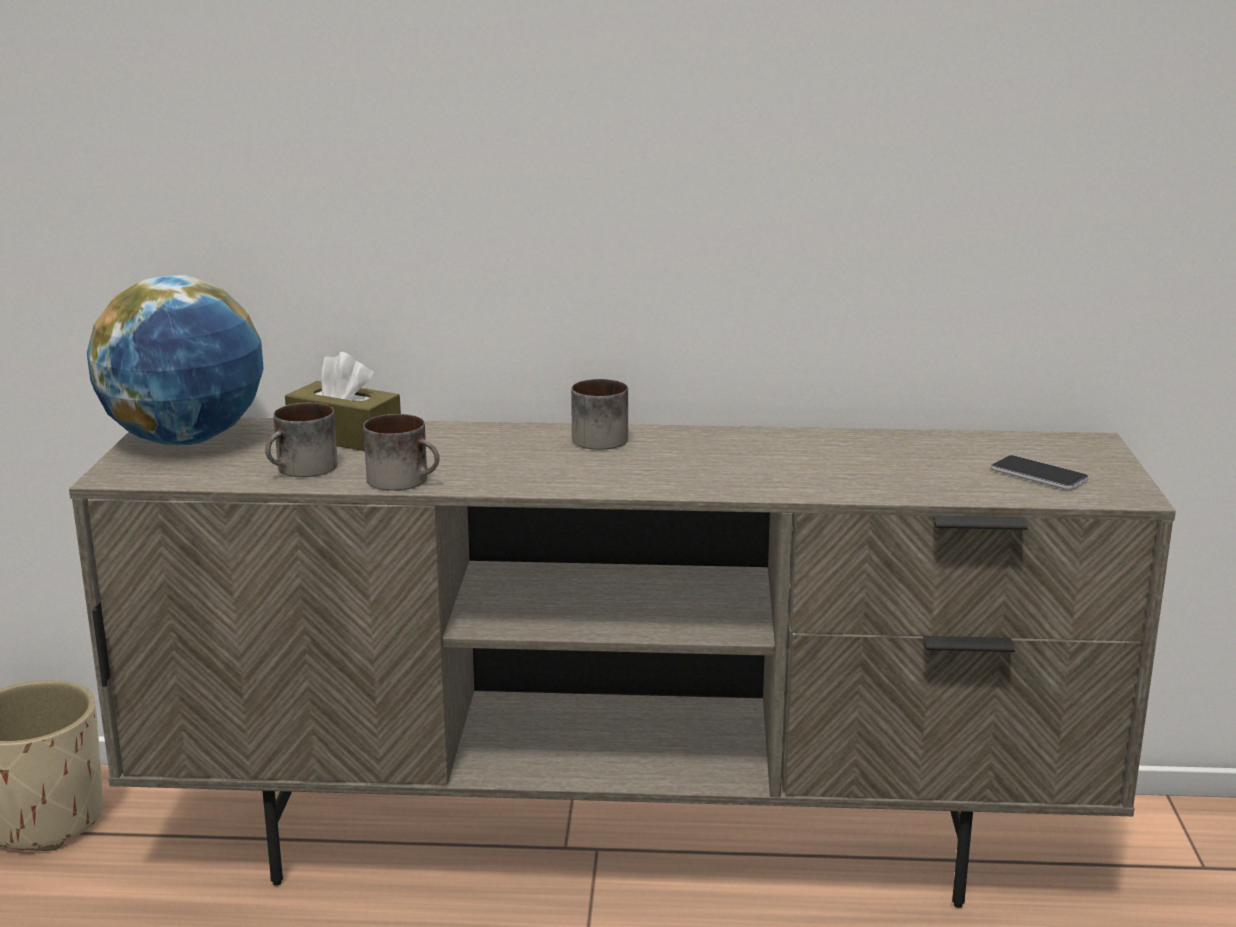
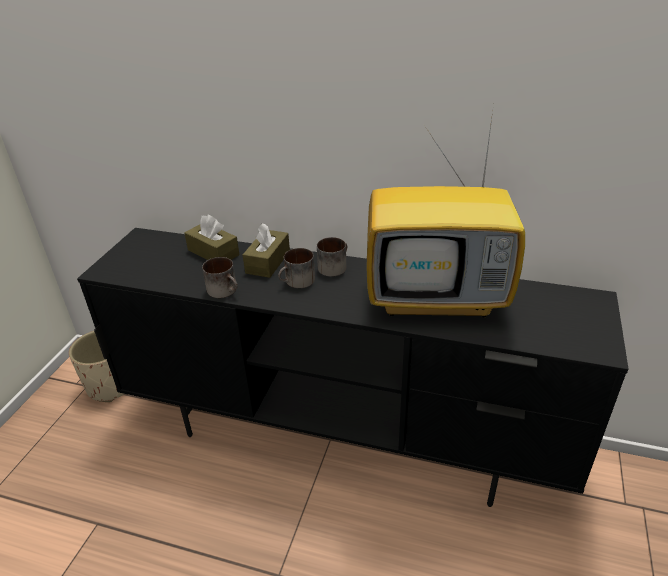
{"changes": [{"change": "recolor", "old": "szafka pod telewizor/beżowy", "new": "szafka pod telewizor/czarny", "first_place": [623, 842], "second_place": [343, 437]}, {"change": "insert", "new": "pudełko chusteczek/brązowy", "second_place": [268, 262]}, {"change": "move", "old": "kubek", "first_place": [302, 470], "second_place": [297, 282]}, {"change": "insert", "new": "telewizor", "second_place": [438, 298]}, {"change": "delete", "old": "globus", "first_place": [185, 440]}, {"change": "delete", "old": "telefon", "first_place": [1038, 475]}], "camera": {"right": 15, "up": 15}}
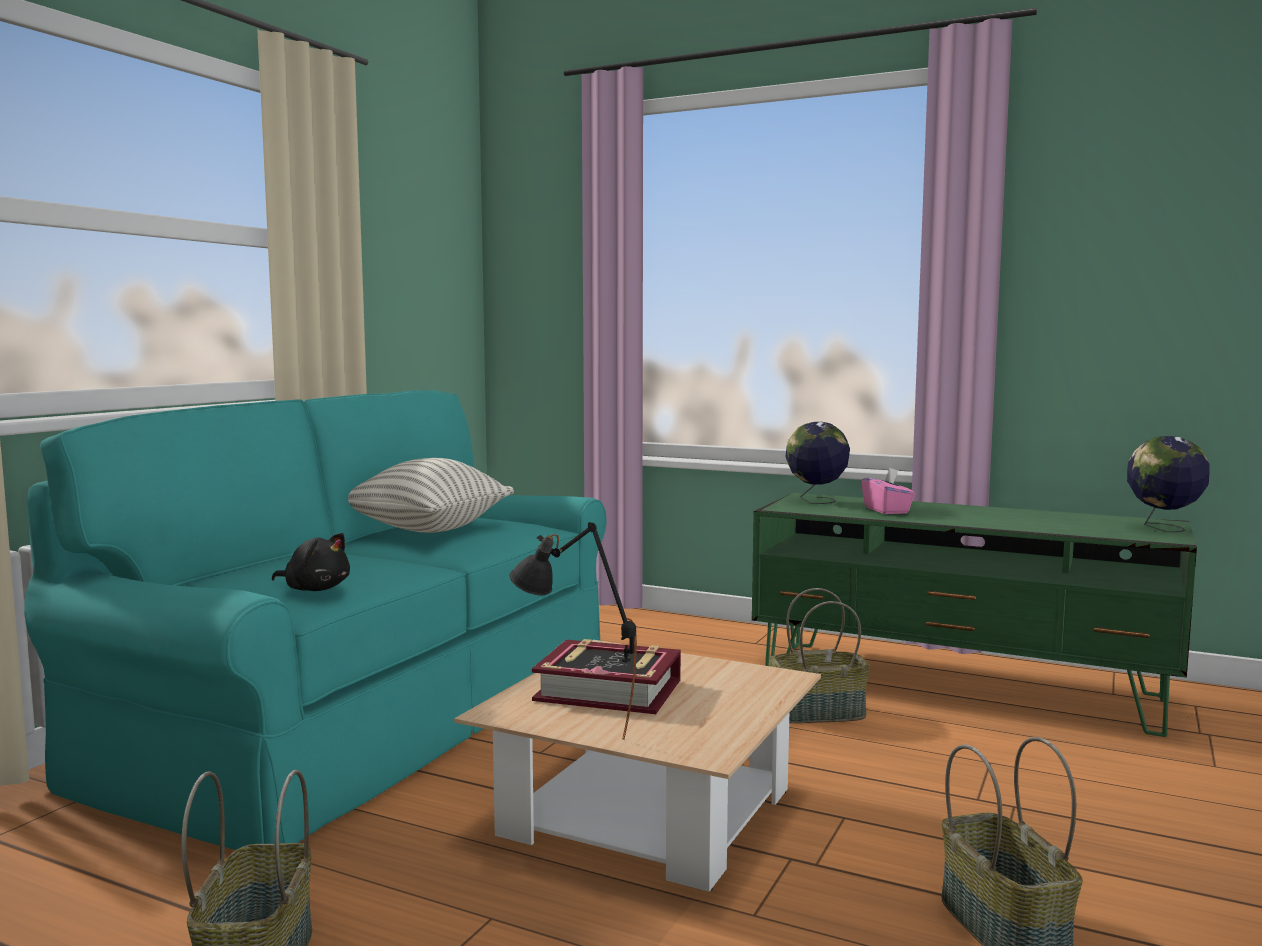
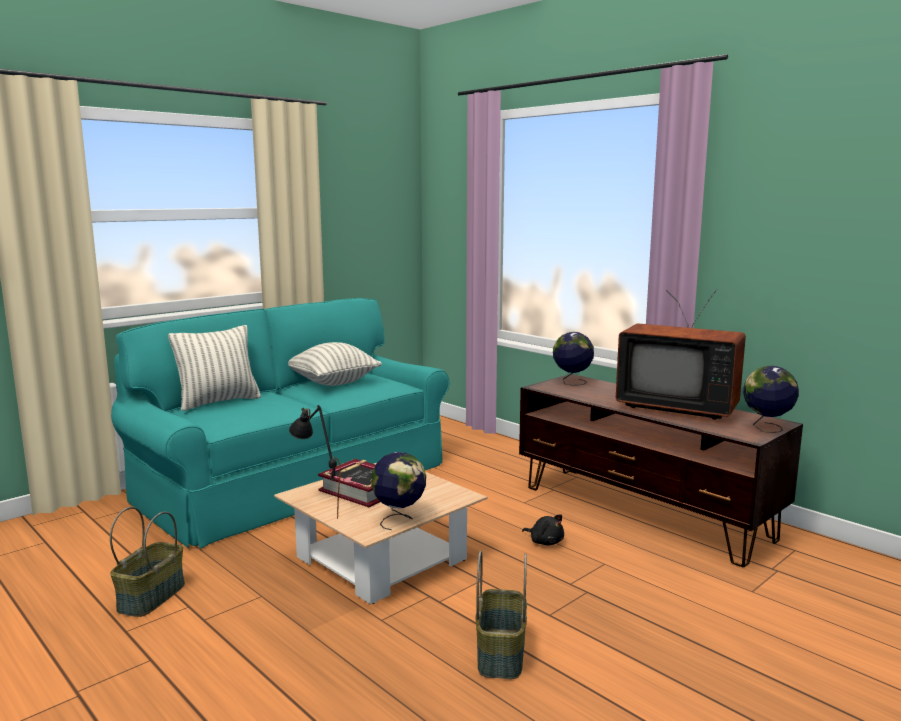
{"changes": [{"change": "insert", "new": "poduszka", "second_place": [218, 402]}, {"change": "insert", "new": "globus", "second_place": [399, 520]}, {"change": "recolor", "old": "szafka pod telewizor/zielony", "new": "szafka pod telewizor/brązowy", "first_place": [958, 686], "second_place": [643, 512]}, {"change": "move", "old": "pluszak/czarny", "first_place": [315, 589], "second_place": [545, 542]}, {"change": "insert", "new": "telewizor", "second_place": [677, 406]}, {"change": "delete", "old": "koszyk", "first_place": [817, 714]}, {"change": "delete", "old": "pudełko chusteczek/różowy", "first_place": [887, 510]}], "camera": {"right": 20, "up": 5}}
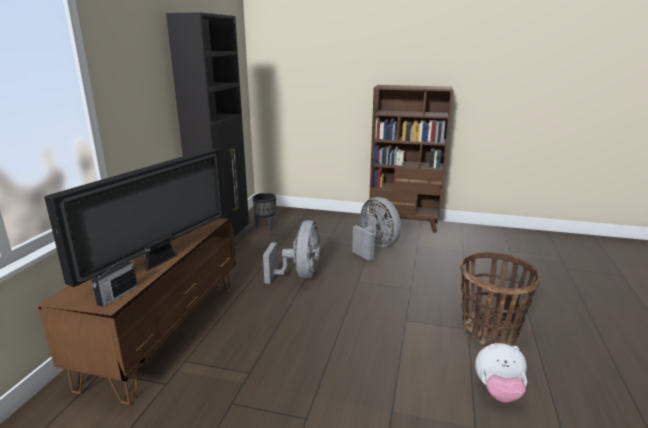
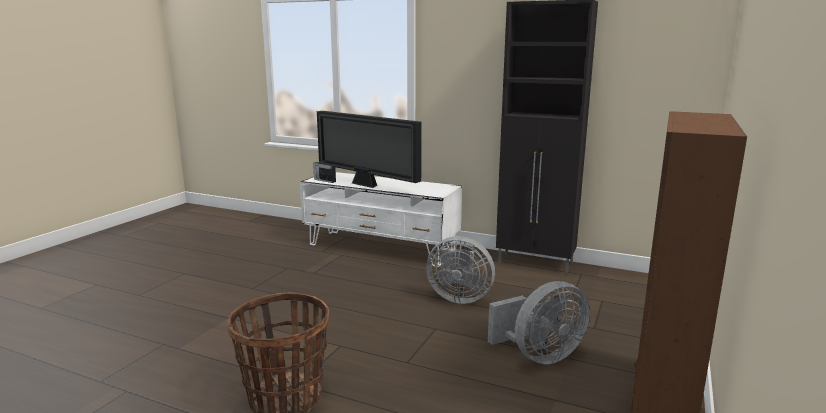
{"changes": [{"change": "recolor", "old": "szafka pod telewizor/brązowy", "new": "szafka pod telewizor/biały", "first_place": [166, 332], "second_place": [381, 248]}, {"change": "delete", "old": "donica/czarny", "first_place": [266, 227]}, {"change": "delete", "old": "pluszak", "first_place": [498, 392]}], "camera": {"right": 100, "up": -5}}
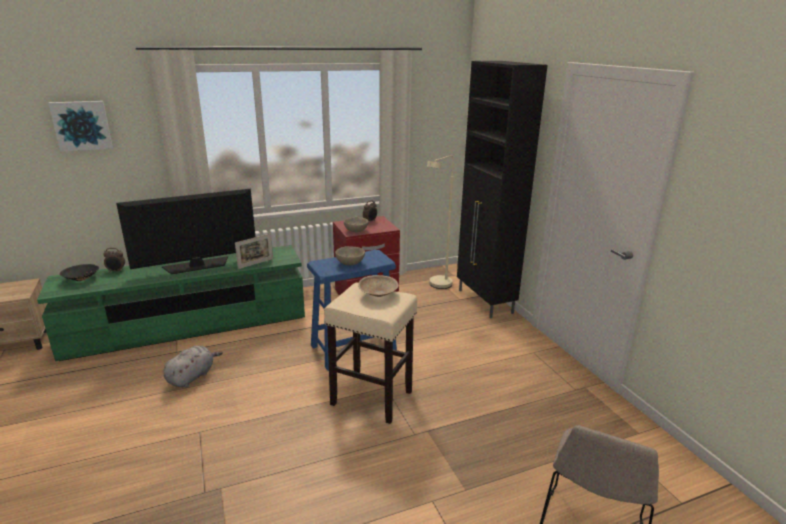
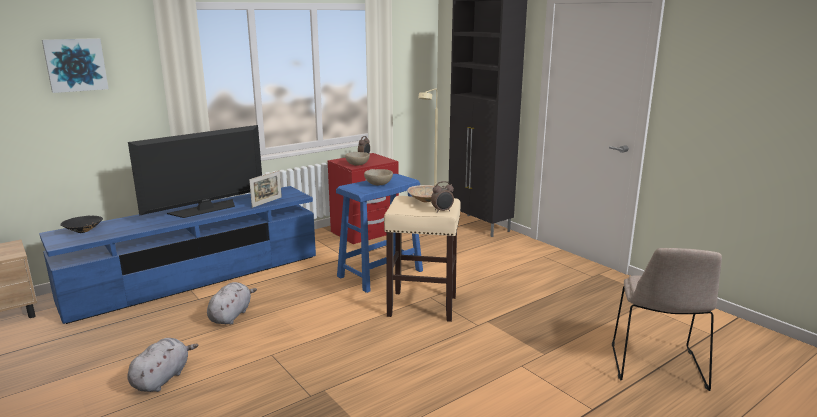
{"changes": [{"change": "recolor", "old": "szafka pod telewizor/zielony", "new": "szafka pod telewizor/niebieski", "first_place": [189, 326], "second_place": [196, 278]}, {"change": "insert", "new": "pluszak/szary", "second_place": [162, 378]}, {"change": "move", "old": "budzik", "first_place": [116, 271], "second_place": [442, 211]}], "camera": {"right": -15, "up": -5}}
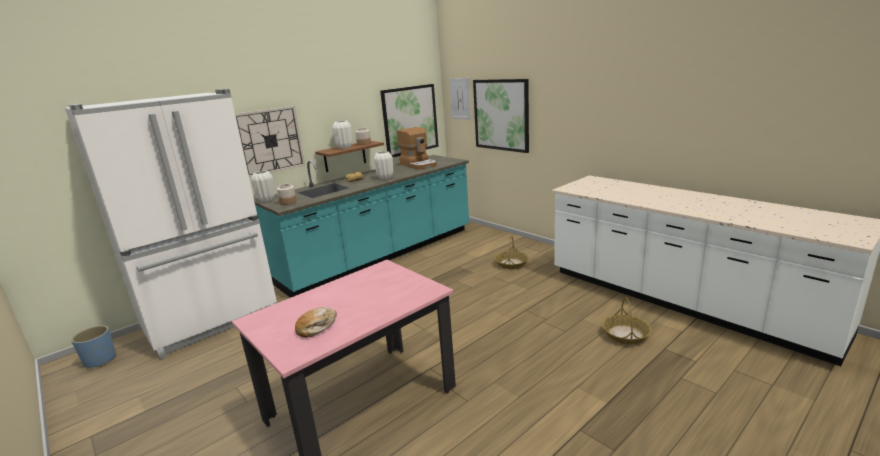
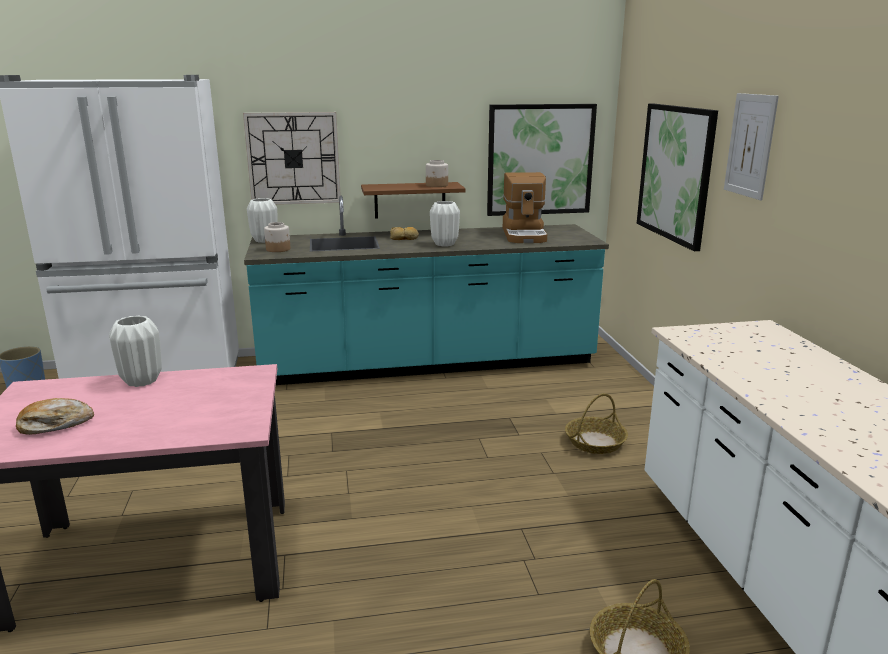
{"changes": [{"change": "move", "old": "wazon/biały", "first_place": [345, 147], "second_place": [142, 381]}, {"change": "move", "old": "obraz", "first_place": [460, 98], "second_place": [750, 145]}], "camera": {"right": 30, "up": 0}}
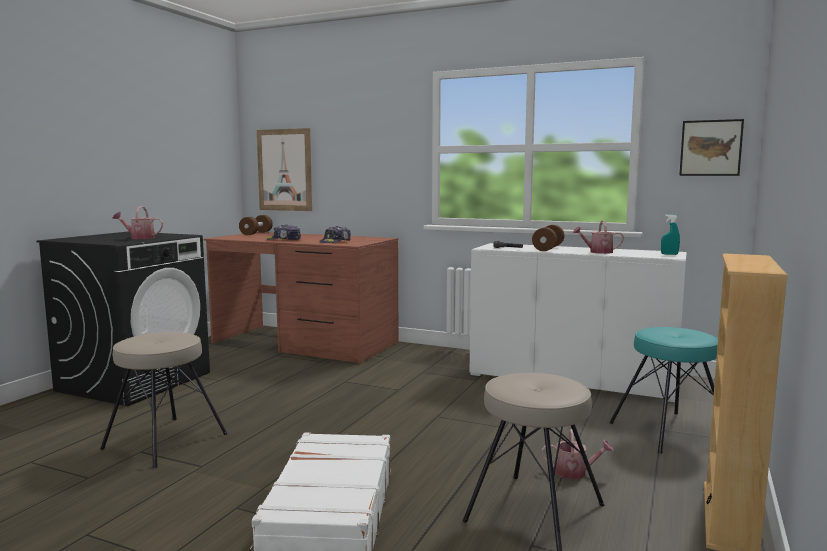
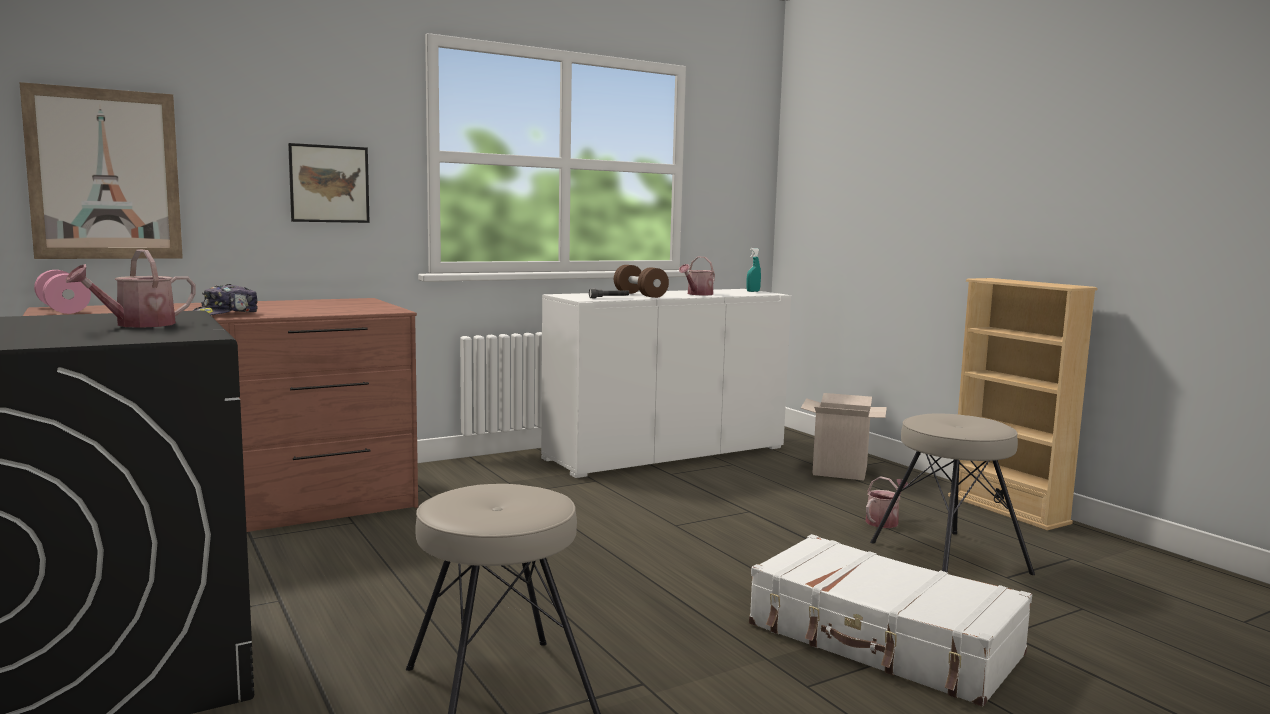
{"changes": [{"change": "recolor", "old": "hantel/brązowy", "new": "hantel/różowy", "first_place": [256, 233], "second_place": [63, 310]}, {"change": "move", "old": "obraz", "first_place": [710, 148], "second_place": [329, 184]}, {"change": "replace", "old": "stołek/turkusowy", "new": "karton", "first_place": [669, 432], "second_place": [840, 470]}, {"change": "delete", "old": "czapka z daszkiem", "first_place": [335, 242]}], "camera": {"right": -55, "up": 0}}
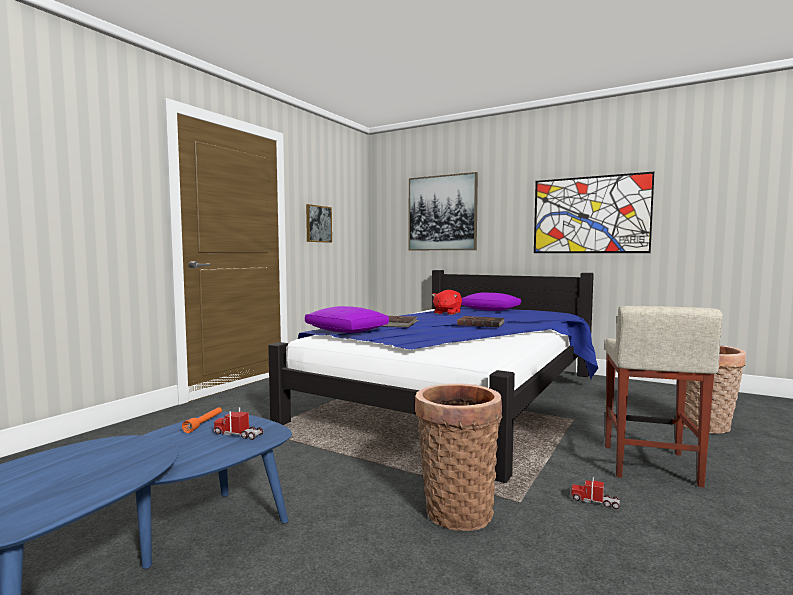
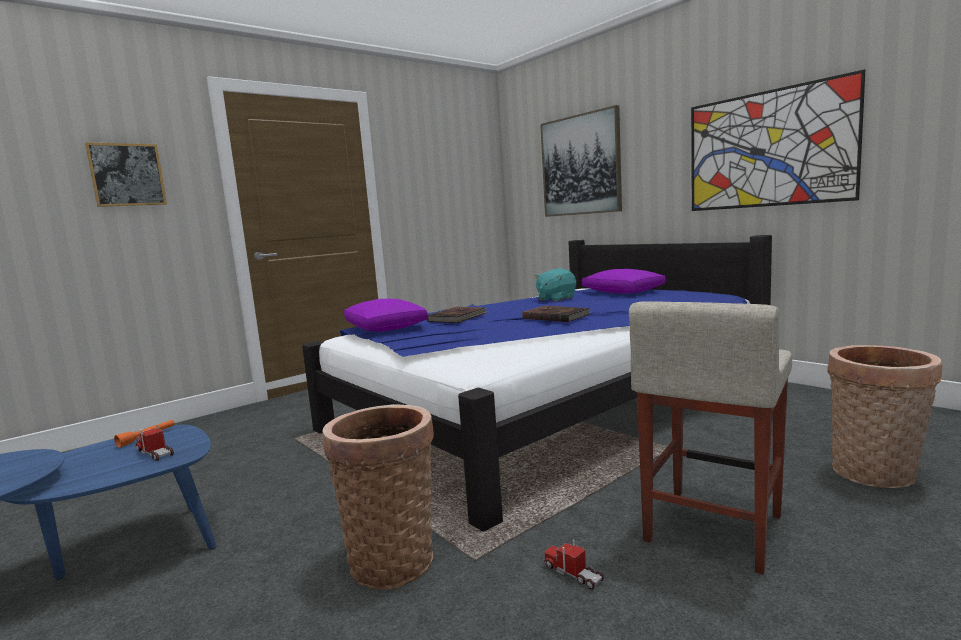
{"changes": [{"change": "move", "old": "obraz", "first_place": [318, 224], "second_place": [127, 175]}, {"change": "recolor", "old": "pluszak/czerwony", "new": "pluszak/turkusowy", "first_place": [447, 313], "second_place": [555, 299]}], "camera": {"right": 20, "up": 5}}
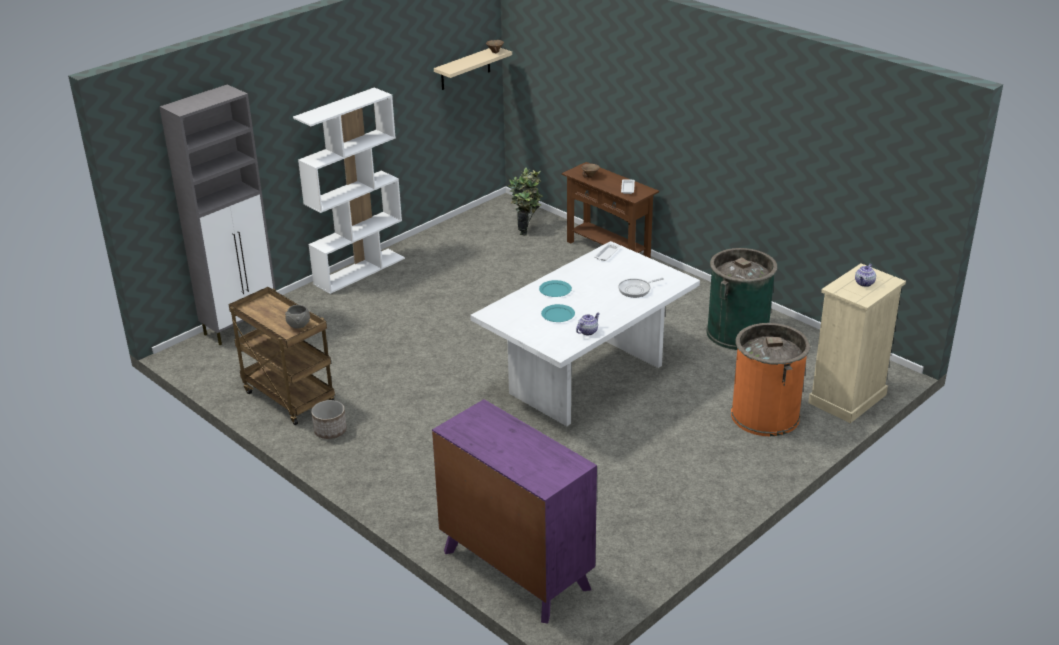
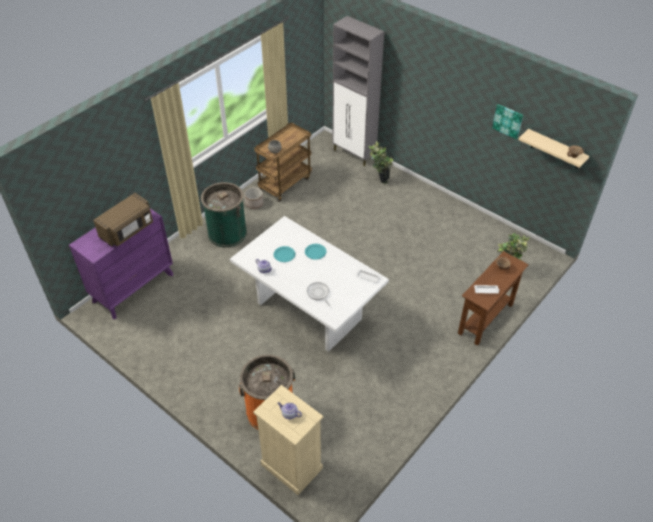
{"changes": [{"change": "insert", "new": "mikrofalówka/brązowy", "second_place": [128, 230]}, {"change": "move", "old": "kosz na śmieci/zielony", "first_place": [737, 333], "second_place": [227, 233]}, {"change": "insert", "new": "roślina doniczkowa", "second_place": [379, 179]}, {"change": "insert", "new": "obraz", "second_place": [508, 121]}, {"change": "delete", "old": "regał/biały", "first_place": [359, 271]}], "camera": {"right": 85, "up": 15}}
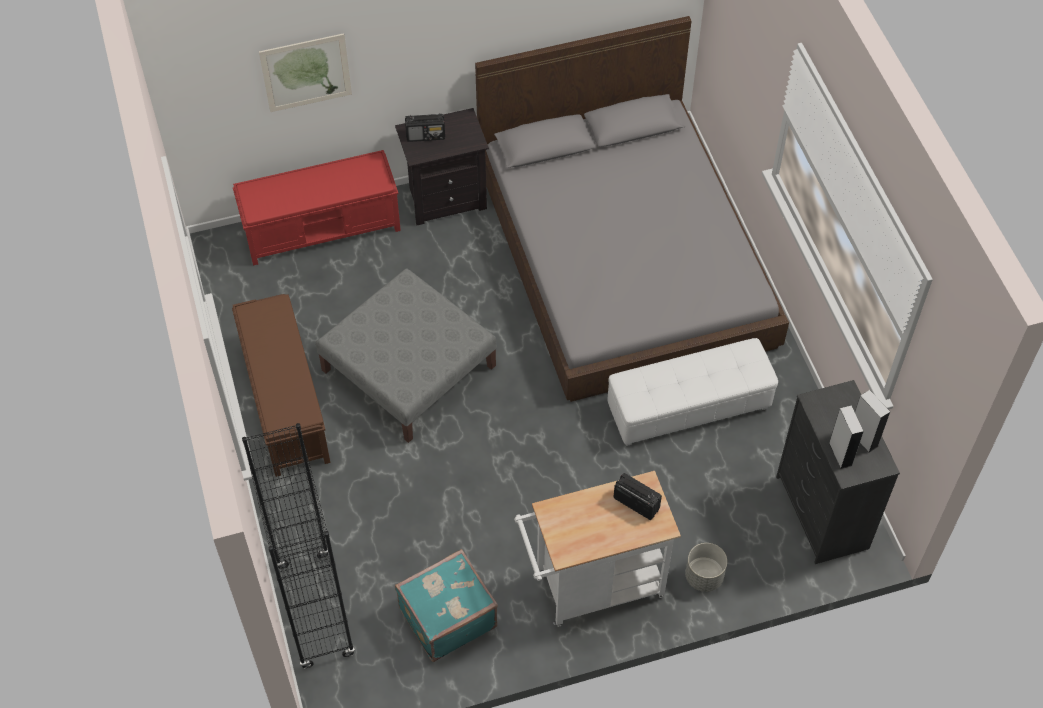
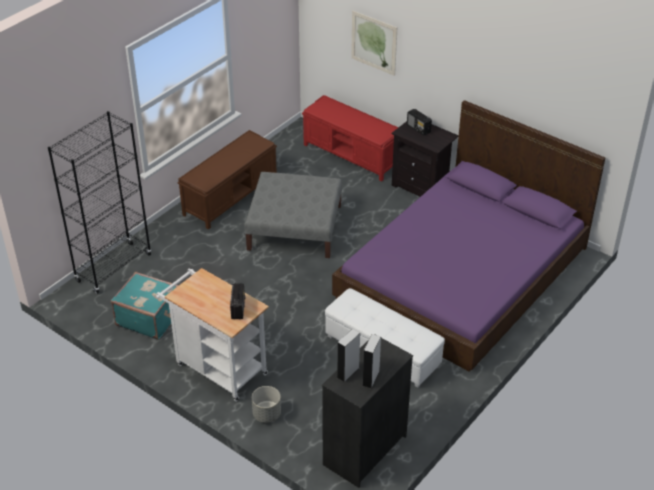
{"changes": [{"change": "recolor", "old": "łóżko/szary", "new": "łóżko/fioletowy", "first_place": [624, 255], "second_place": [463, 272]}], "camera": {"right": 55, "up": -15}}
